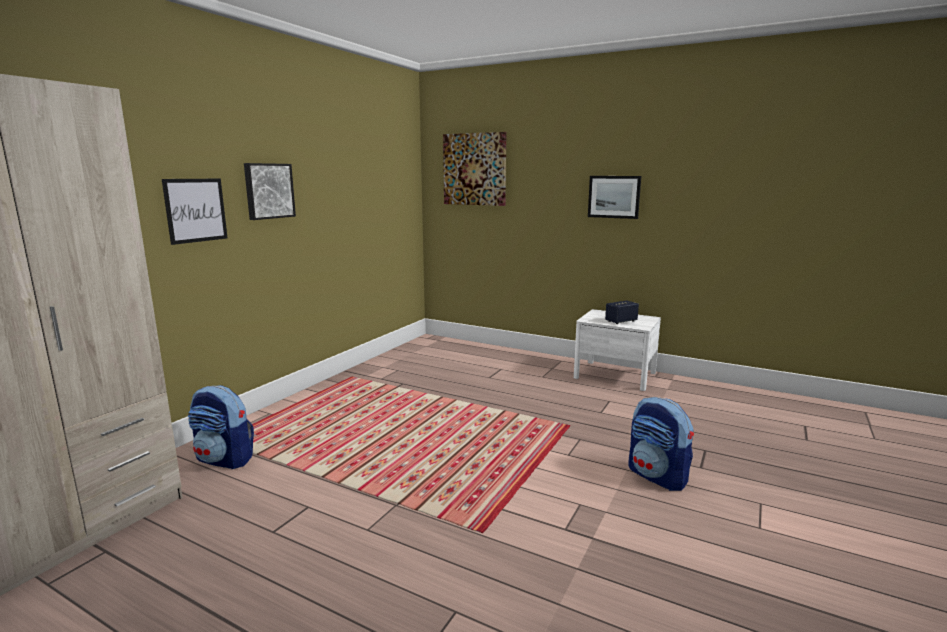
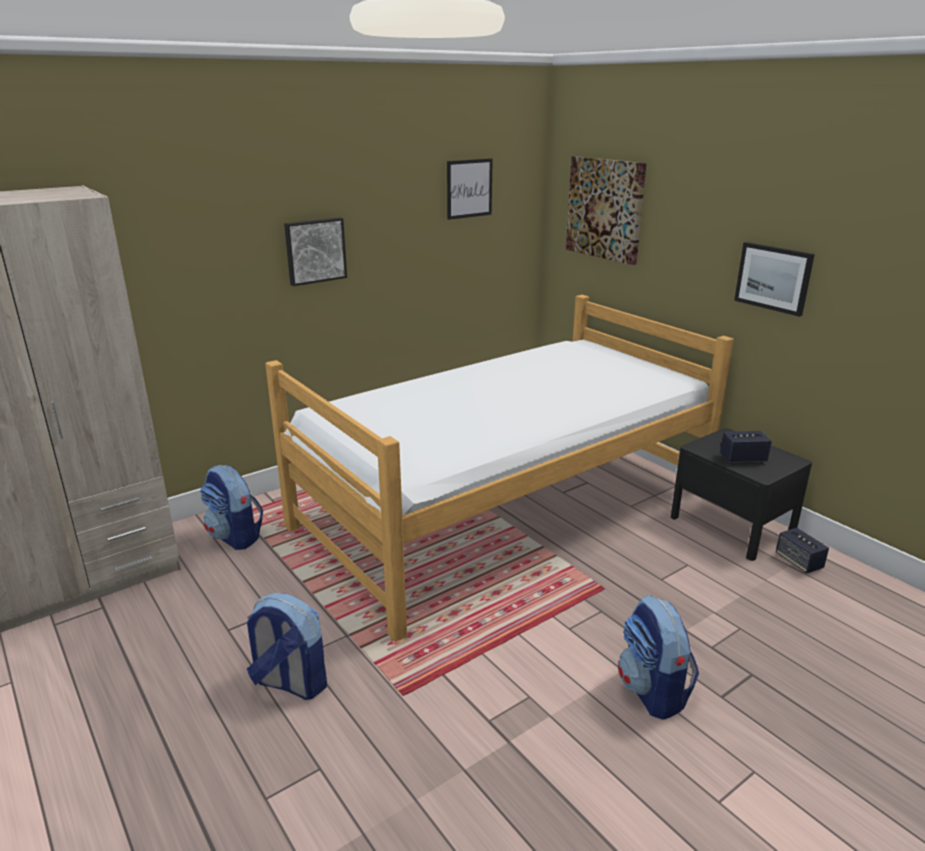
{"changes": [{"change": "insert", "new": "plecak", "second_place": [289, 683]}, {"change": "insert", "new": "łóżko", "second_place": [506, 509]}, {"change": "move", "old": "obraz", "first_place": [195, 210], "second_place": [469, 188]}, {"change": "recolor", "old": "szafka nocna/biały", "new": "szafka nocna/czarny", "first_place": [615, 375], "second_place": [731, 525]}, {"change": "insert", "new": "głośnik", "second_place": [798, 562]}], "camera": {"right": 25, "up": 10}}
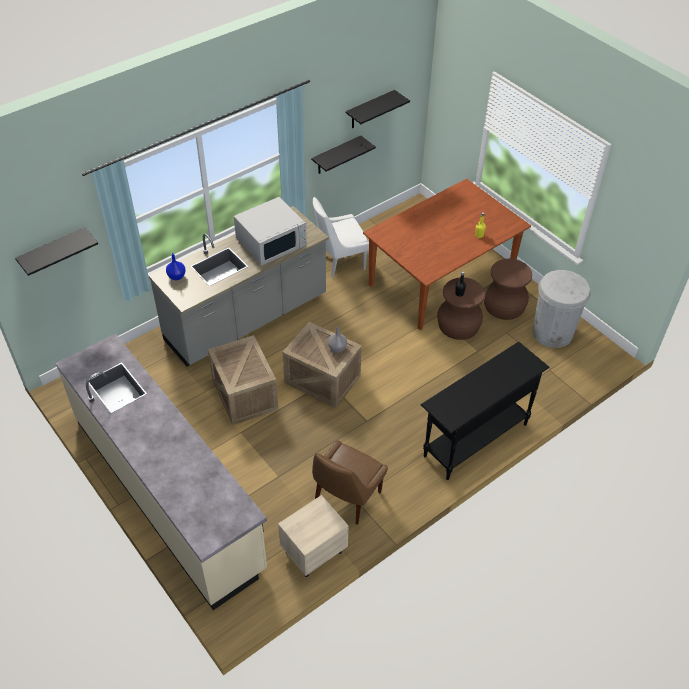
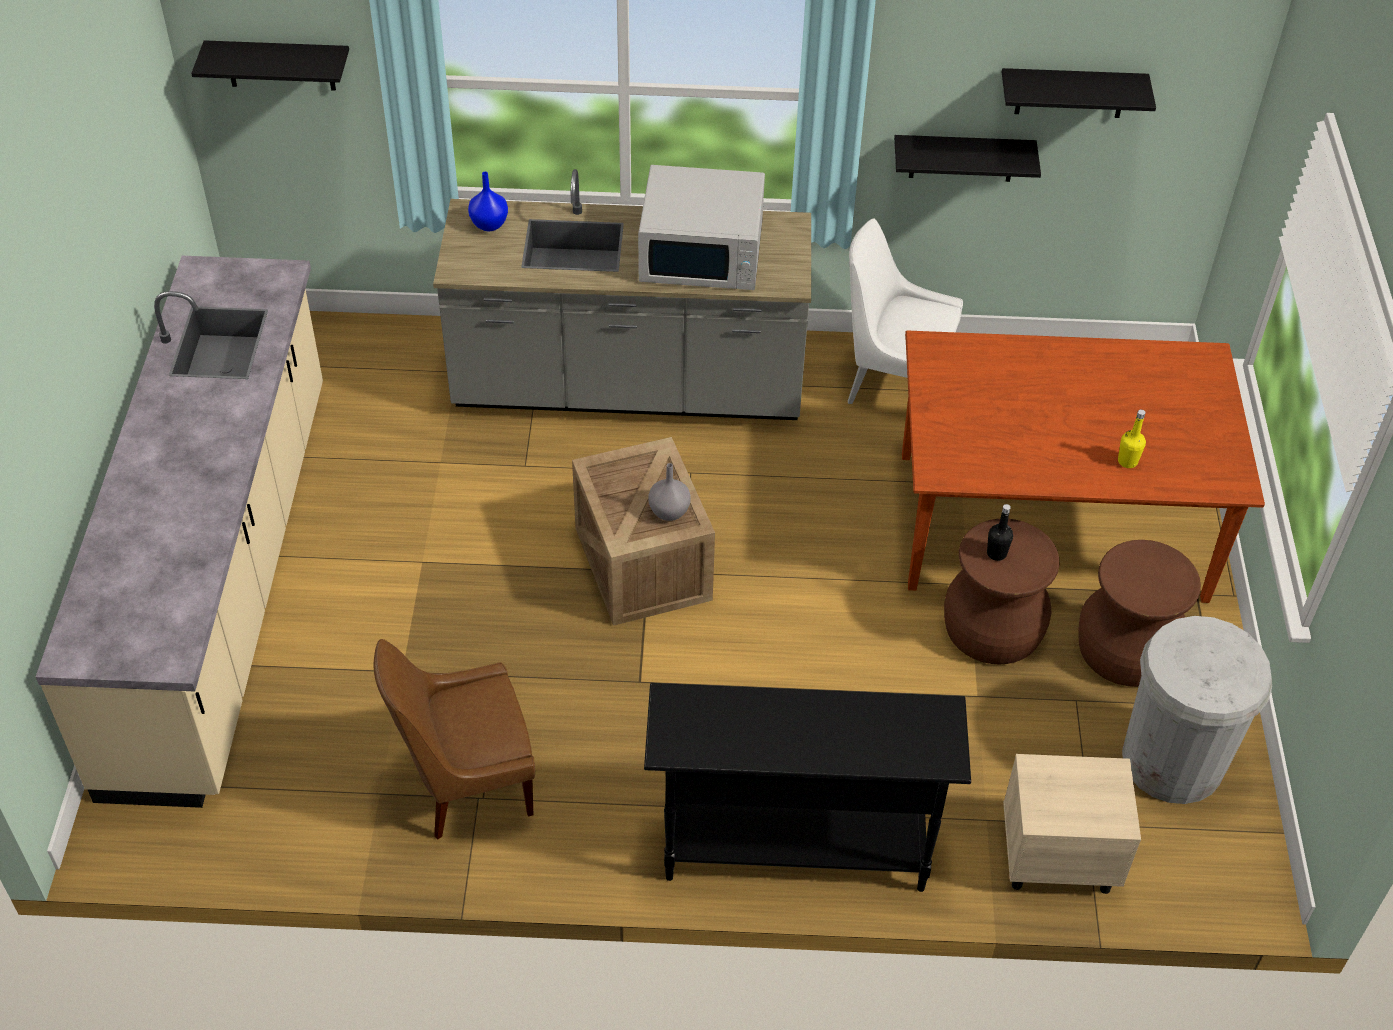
{"changes": [{"change": "move", "old": "szafka nocna/beżowy", "first_place": [313, 552], "second_place": [1056, 857]}, {"change": "delete", "old": "skrzynka", "first_place": [244, 394]}], "camera": {"right": 40, "up": 0}}
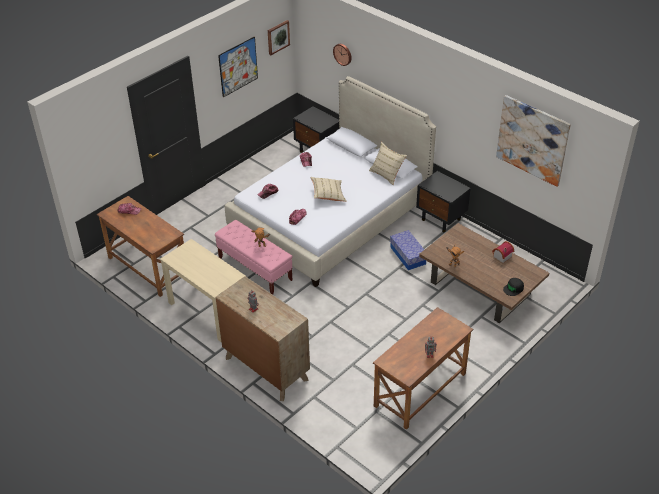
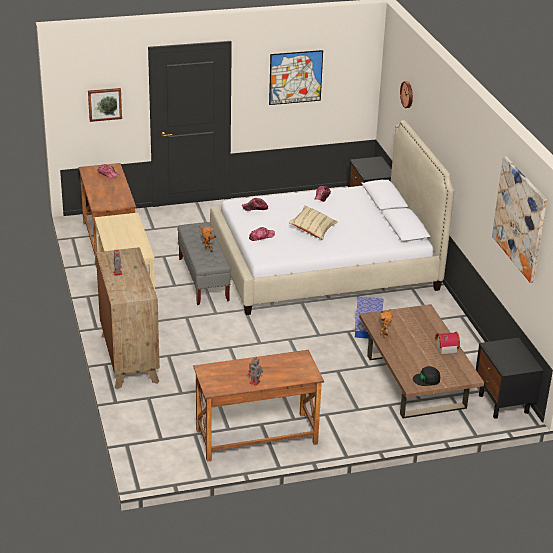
{"changes": [{"change": "move", "old": "obraz", "first_place": [278, 37], "second_place": [104, 104]}, {"change": "recolor", "old": "ławka/różowy", "new": "ławka/szary", "first_place": [255, 269], "second_place": [203, 280]}, {"change": "move", "old": "szafka nocna/czarny", "first_place": [441, 219], "second_place": [503, 404]}, {"change": "delete", "old": "poduszka/beżowy", "first_place": [386, 174]}], "camera": {"right": 30, "up": -10}}
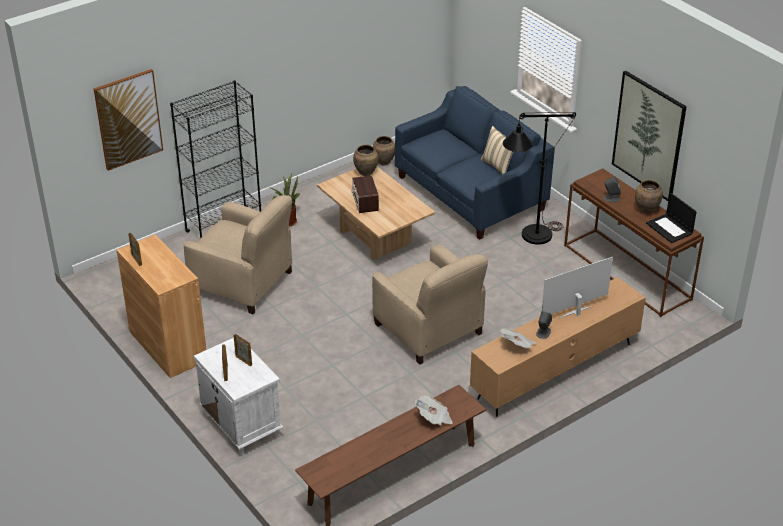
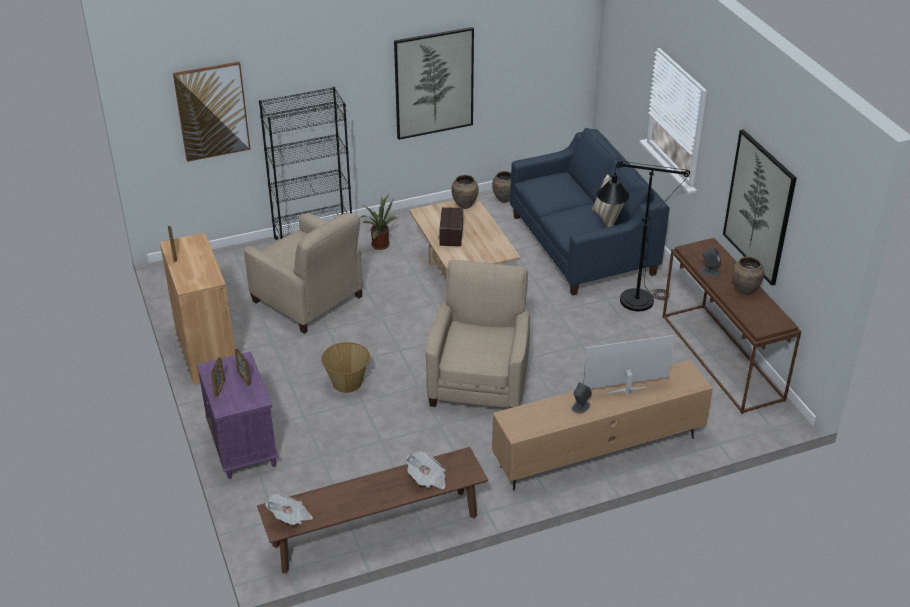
{"changes": [{"change": "recolor", "old": "szafka nocna/biały", "new": "szafka nocna/fioletowy", "first_place": [241, 425], "second_place": [242, 446]}, {"change": "move", "old": "gazeta", "first_place": [517, 345], "second_place": [290, 517]}, {"change": "insert", "new": "koszyk", "second_place": [347, 383]}, {"change": "insert", "new": "obraz", "second_place": [434, 83]}, {"change": "rotate", "old": "fotel/beżowy", "first_place": [429, 329], "second_place": [479, 382], "degrees": -150}, {"change": "delete", "old": "laptop", "first_place": [670, 229]}], "camera": {"right": 15, "up": 0}}
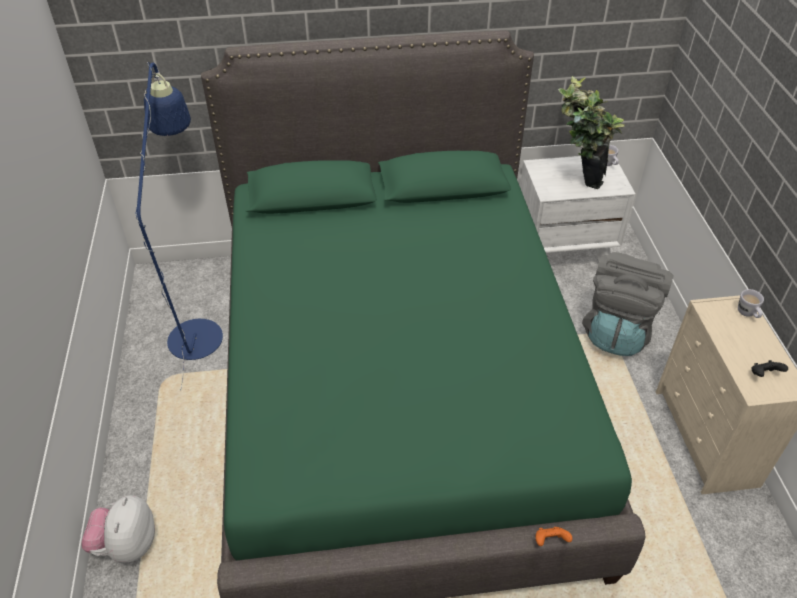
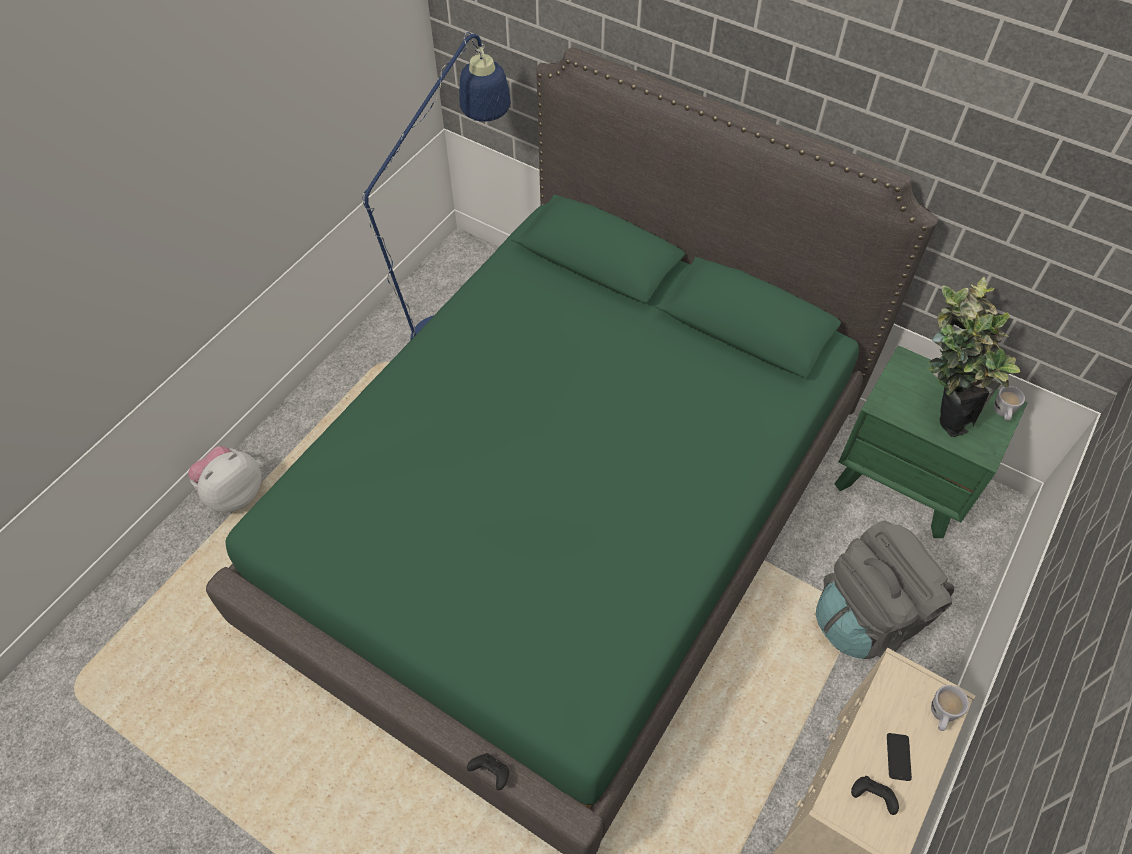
{"changes": [{"change": "recolor", "old": "pad do gier/pomarańczowy", "new": "pad do gier/czarny", "first_place": [550, 541], "second_place": [491, 773]}, {"change": "recolor", "old": "szafka nocna/biały", "new": "szafka nocna/zielony", "first_place": [563, 252], "second_place": [903, 482]}, {"change": "insert", "new": "telefon", "second_place": [898, 757]}], "camera": {"right": 40, "up": 10}}
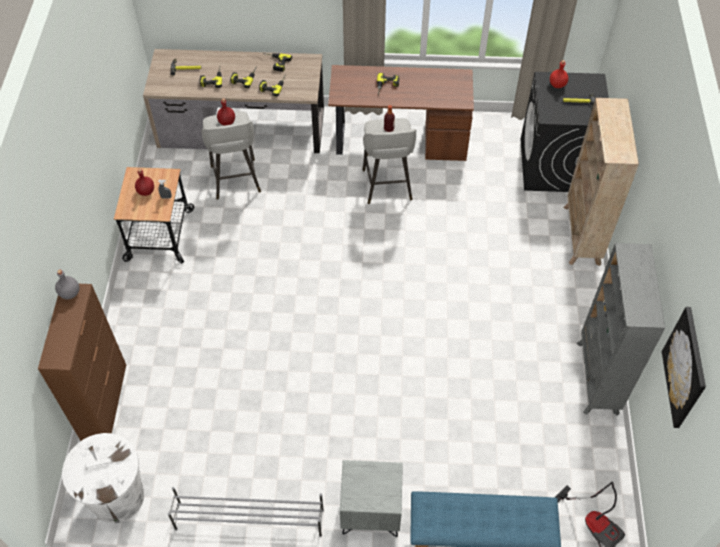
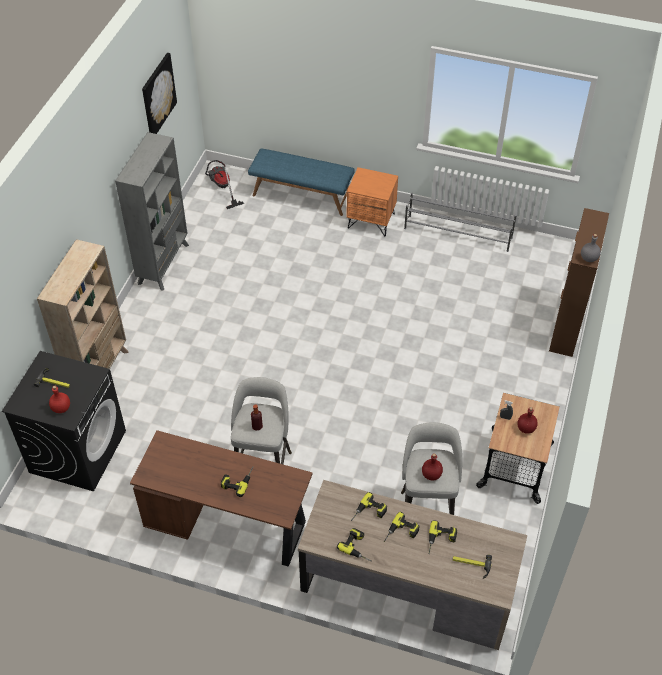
{"changes": [{"change": "recolor", "old": "szafka nocna/szary", "new": "szafka nocna/pomarańczowy", "first_place": [370, 513], "second_place": [371, 220]}, {"change": "delete", "old": "kosz na śmieci/biały", "first_place": [117, 497]}], "camera": {"right": -165, "up": -5}}
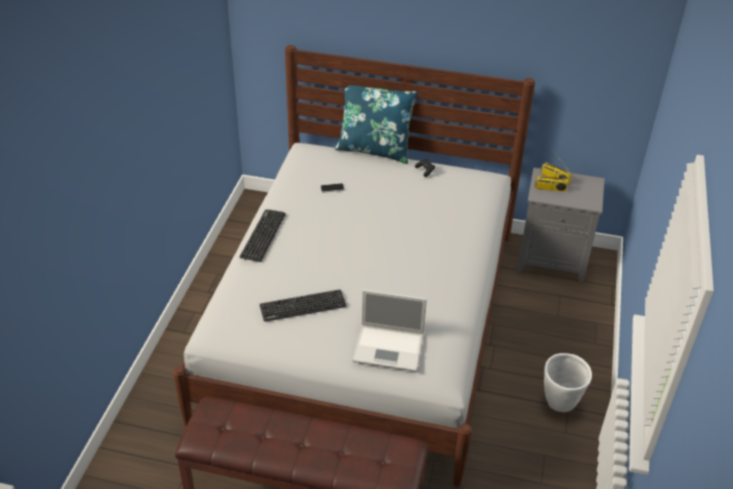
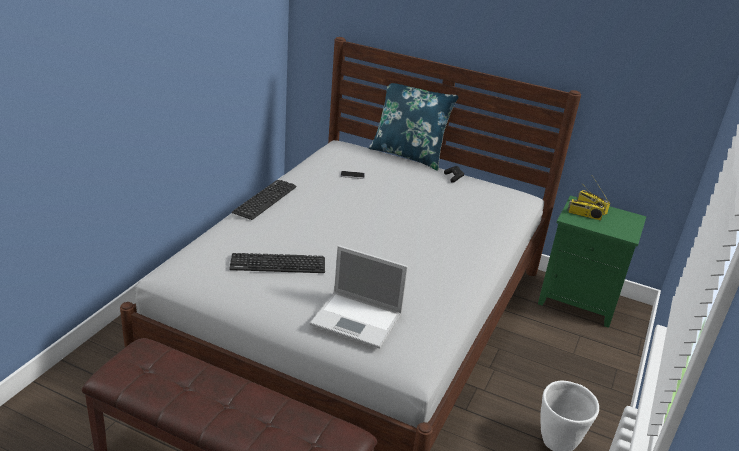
{"changes": [{"change": "recolor", "old": "szafka nocna/szary", "new": "szafka nocna/zielony", "first_place": [553, 259], "second_place": [579, 301]}], "camera": {"right": 10, "up": -10}}
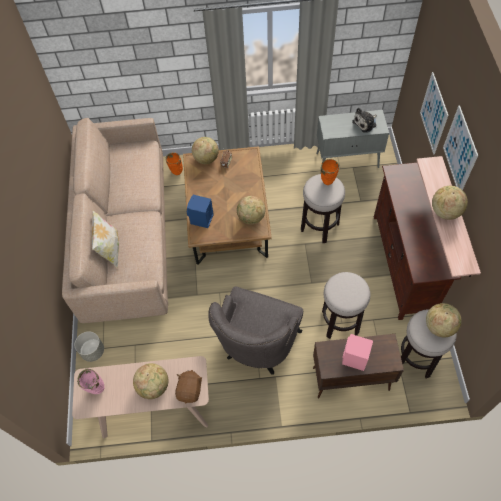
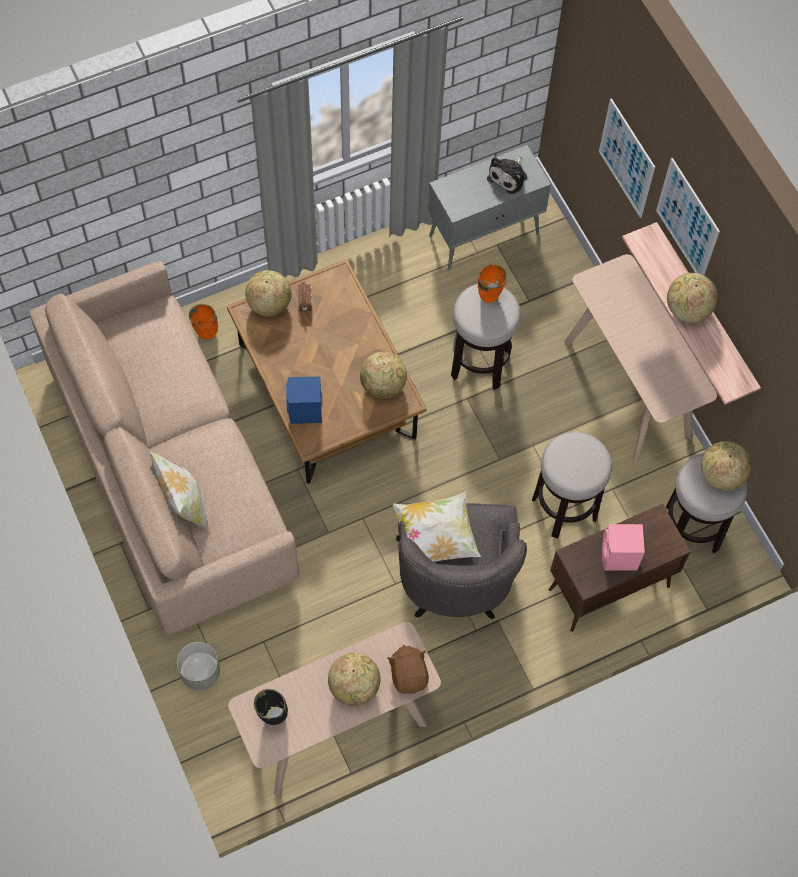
{"changes": [{"change": "recolor", "old": "wazon/różowy", "new": "wazon/czarny", "first_place": [96, 389], "second_place": [272, 717]}, {"change": "insert", "new": "poduszka", "second_place": [435, 537]}, {"change": "replace", "old": "szafka pod telewizor/brązowy", "new": "stolik konsolowy/beżowy", "first_place": [403, 264], "second_place": [627, 388]}], "camera": {"right": -25, "up": 5}}
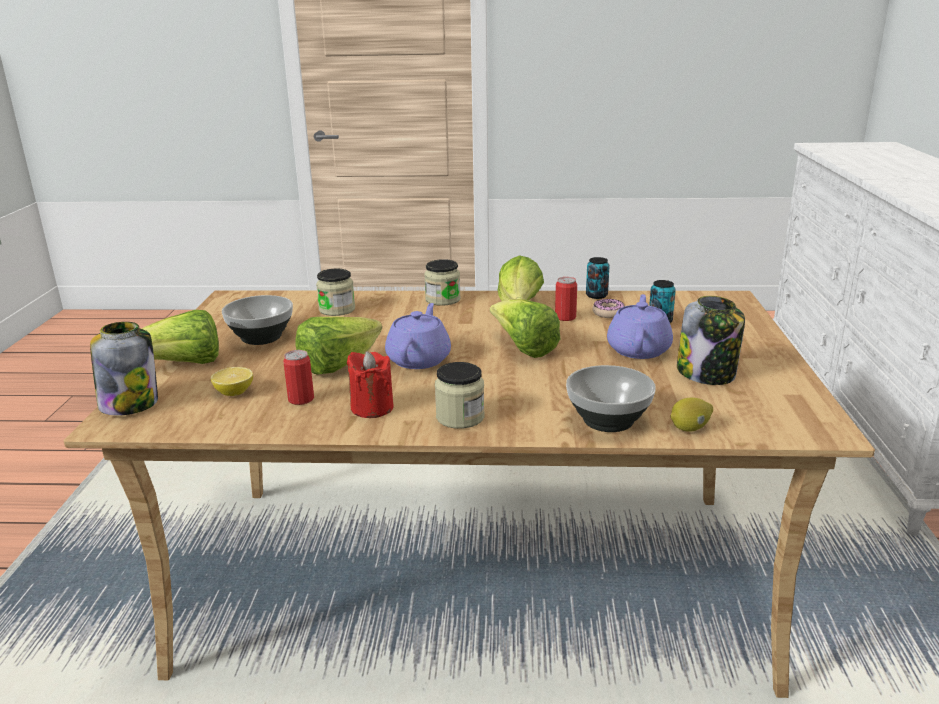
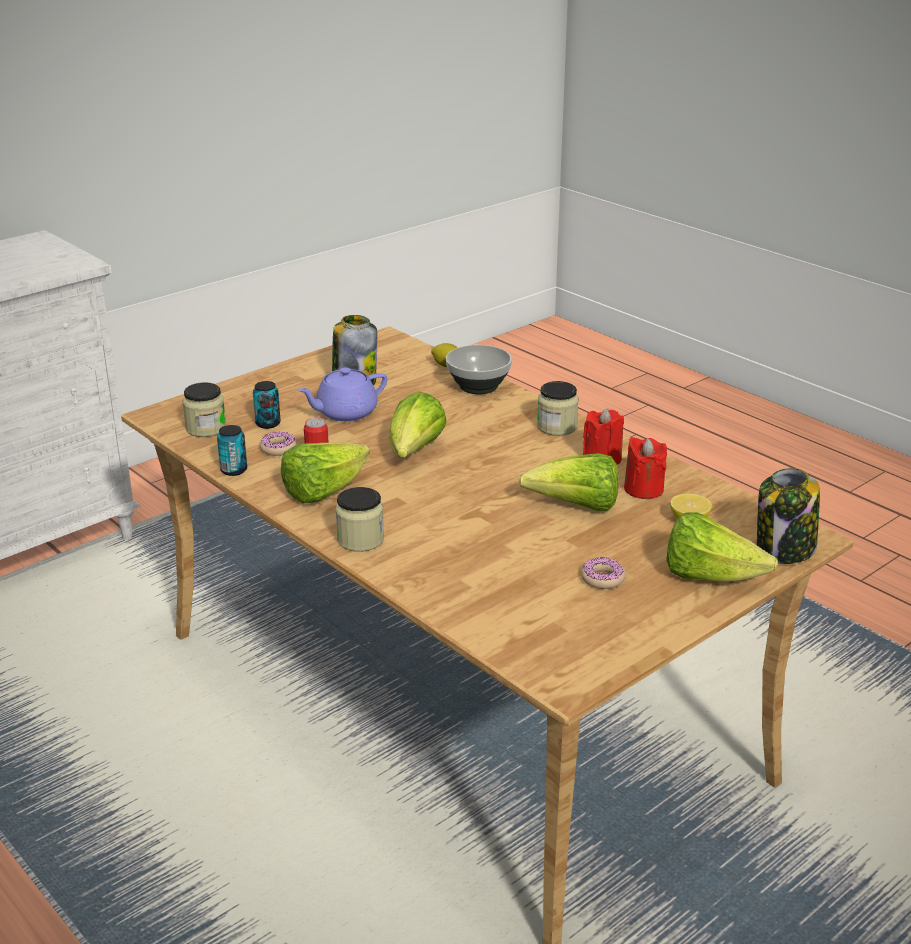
{"changes": [{"change": "move", "old": "słoik", "first_place": [337, 309], "second_place": [206, 428]}, {"change": "replace", "old": "miska", "new": "donut", "first_place": [261, 337], "second_place": [602, 579]}, {"change": "replace", "old": "puszka", "new": "świeca/czerwony", "first_place": [301, 399], "second_place": [643, 489]}, {"change": "delete", "old": "imbryk/fioletowy", "first_place": [419, 359]}], "camera": {"right": -135, "up": 5}}
